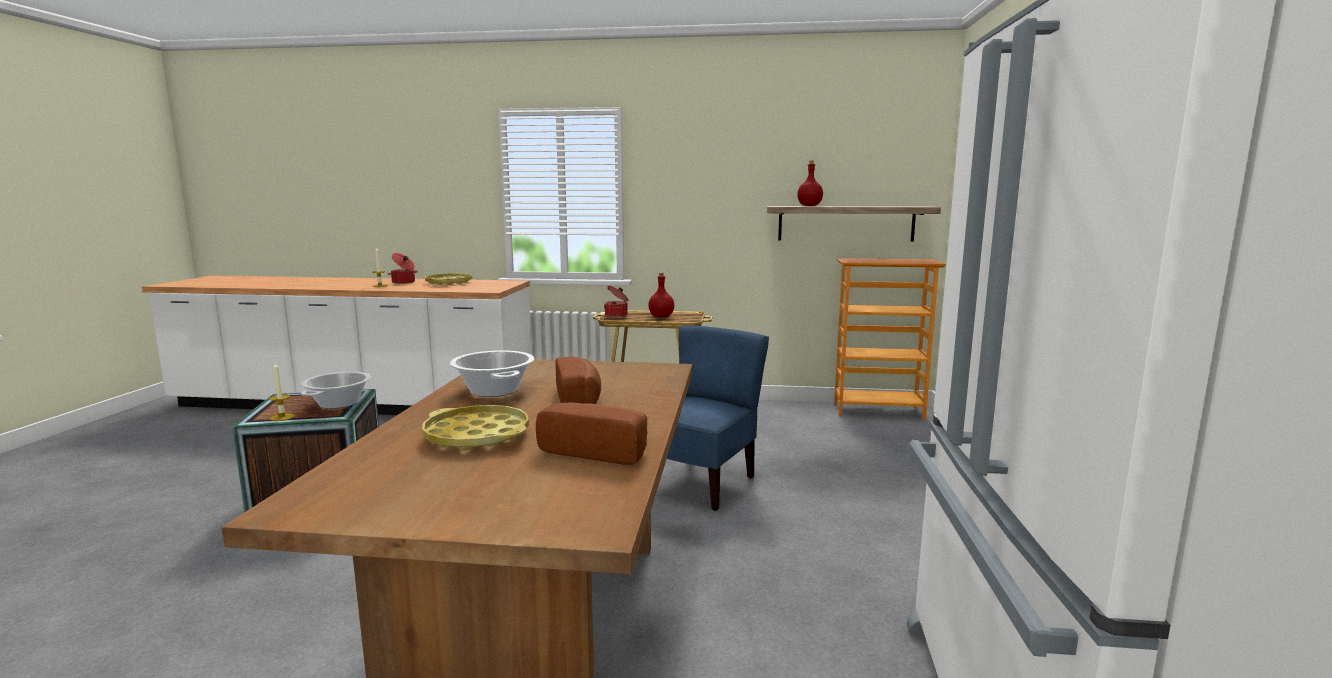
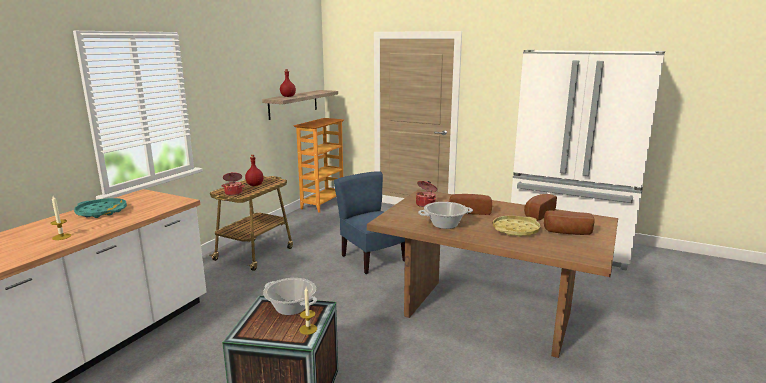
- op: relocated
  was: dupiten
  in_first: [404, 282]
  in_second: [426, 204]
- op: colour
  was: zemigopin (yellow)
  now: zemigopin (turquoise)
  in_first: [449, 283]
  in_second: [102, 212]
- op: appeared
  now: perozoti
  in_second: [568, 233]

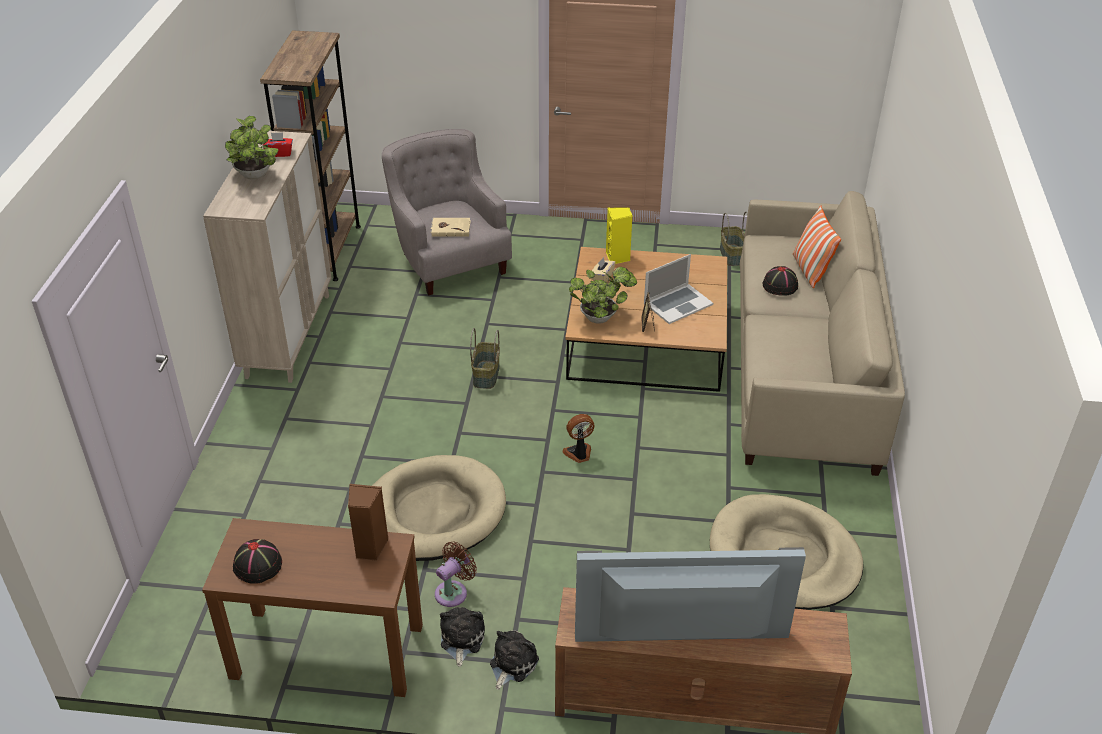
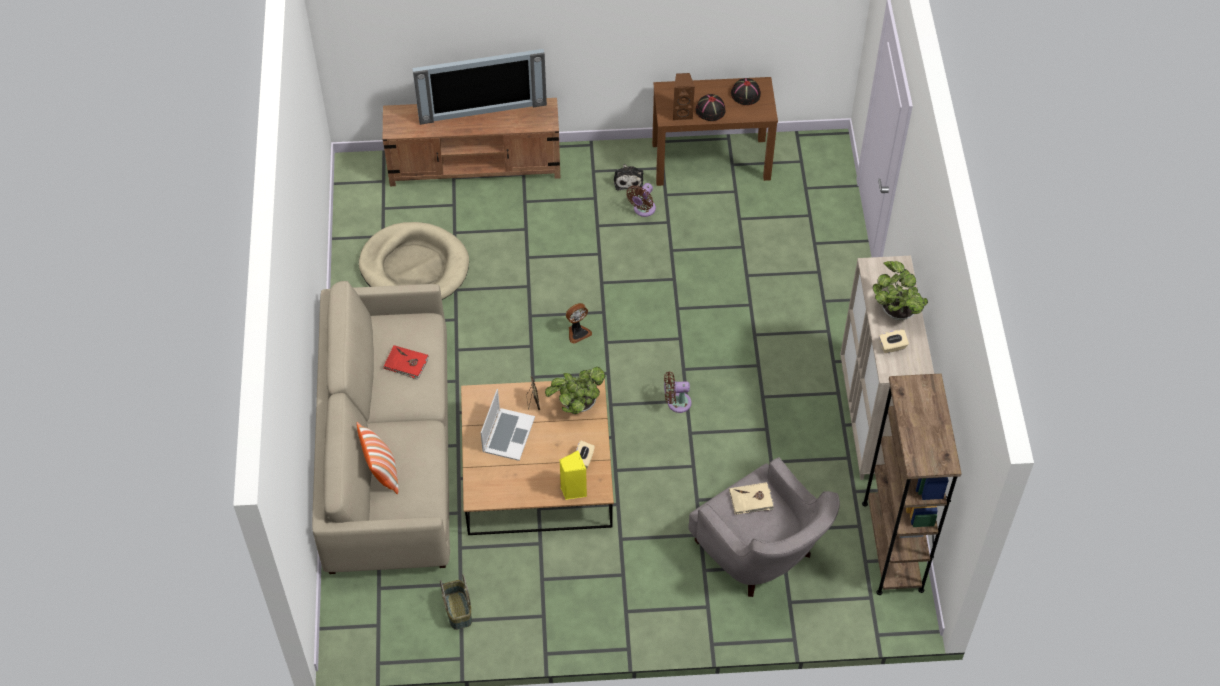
- op: colour
  was: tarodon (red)
  now: tarodon (beige)
  in_first: [279, 153]
  in_second: [892, 346]
- op: spun
  was: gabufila
  in_first: [677, 303]
  in_second: [508, 434]
  clockwise: 150
- op: relocated
  was: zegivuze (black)
  in_first: [780, 285]
  in_second: [710, 110]
- op: exchanged
  was: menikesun
  now: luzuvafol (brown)
  in_first: [485, 374]
  in_second: [676, 402]
- op: missing
  was: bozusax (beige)
  in_first: [432, 513]
- op: missing
  was: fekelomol
  in_first: [511, 664]
- op: appeared
  now: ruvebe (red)
  in_second: [406, 363]

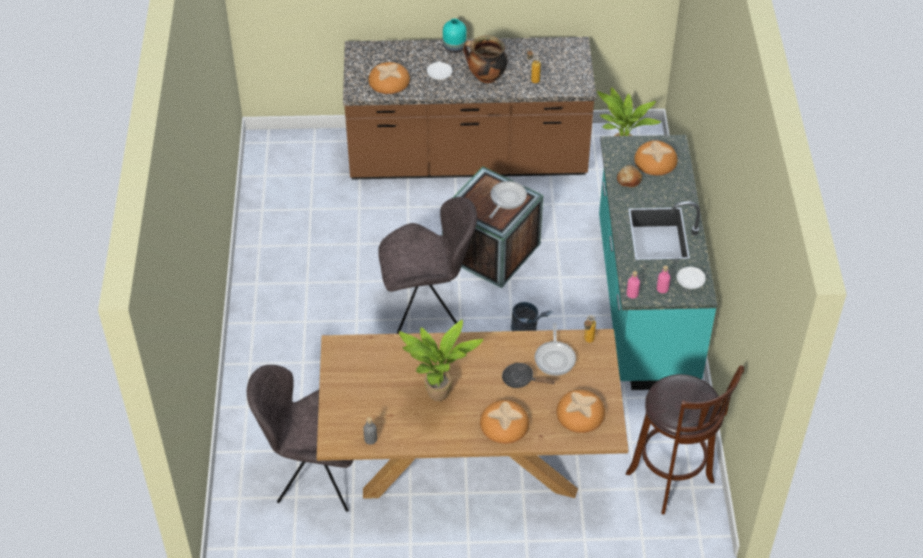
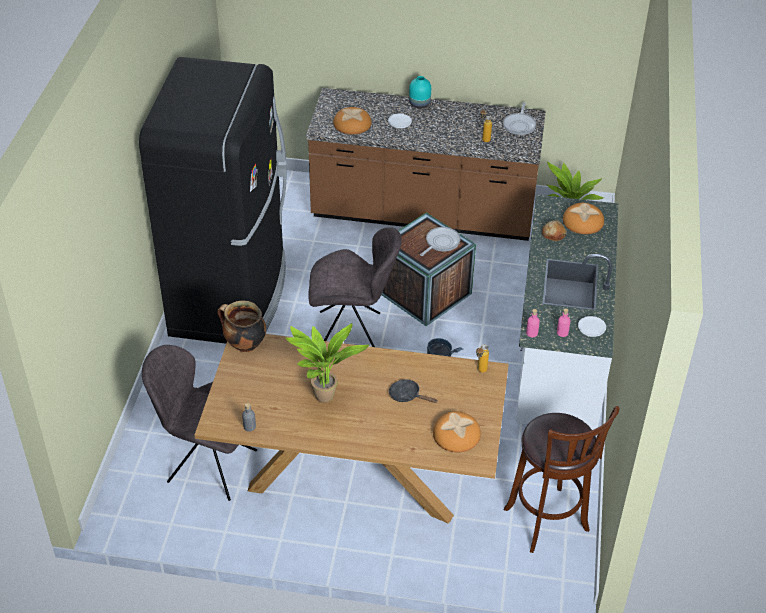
- op: relocated
  was: dupiten
  in_first: [485, 77]
  in_second: [244, 345]
- op: colour
  was: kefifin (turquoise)
  now: kefifin (white)
  in_first: [643, 302]
  in_second: [557, 358]
- op: relocated
  was: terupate
  in_first: [555, 358]
  in_second: [519, 125]
- op: missing
  was: perozoti
  in_first: [504, 424]
- op: appeared
  now: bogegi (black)
  in_second: [231, 296]

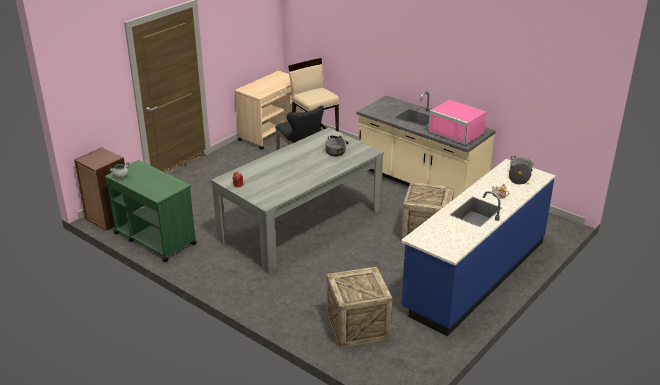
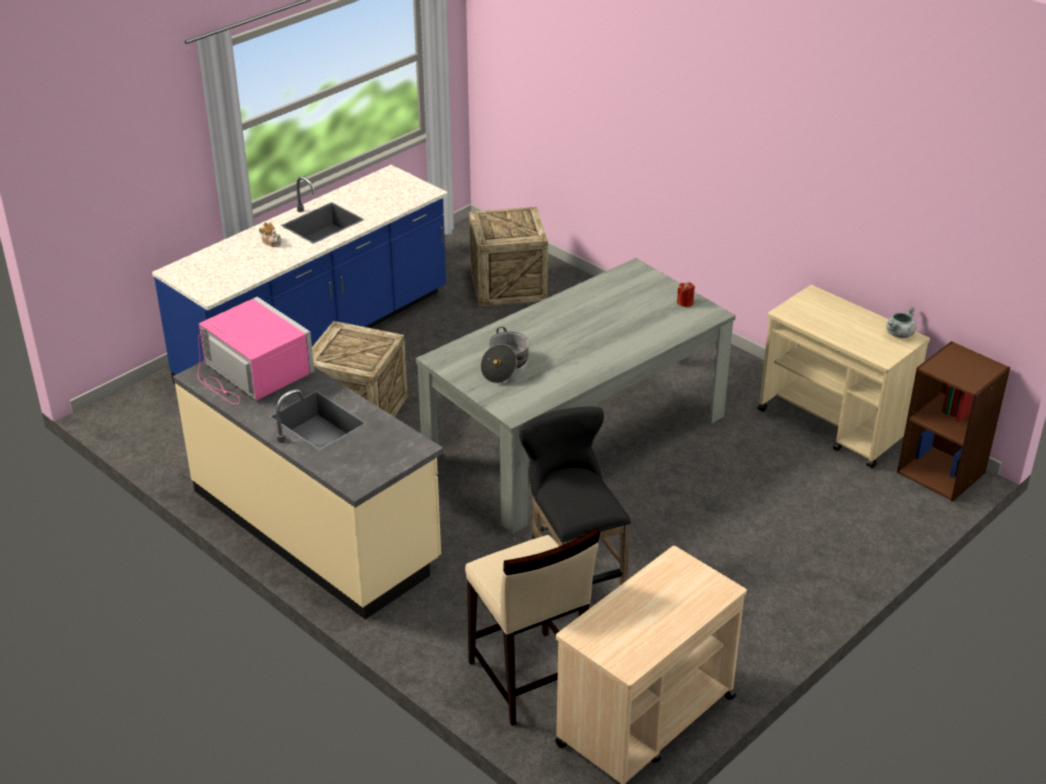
- op: missing
  was: dupiten
  in_first: [519, 176]
- op: colour
  was: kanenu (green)
  now: kanenu (beige)
  in_first: [154, 238]
  in_second: [834, 424]

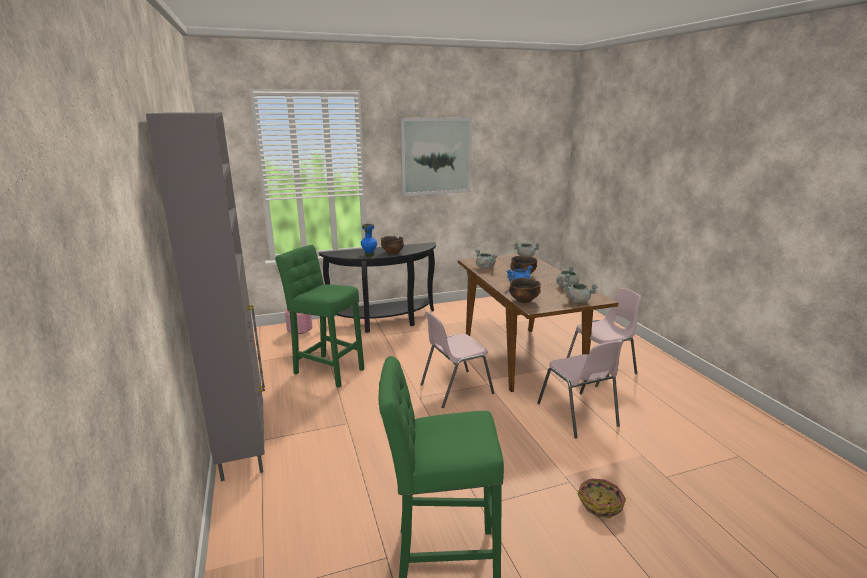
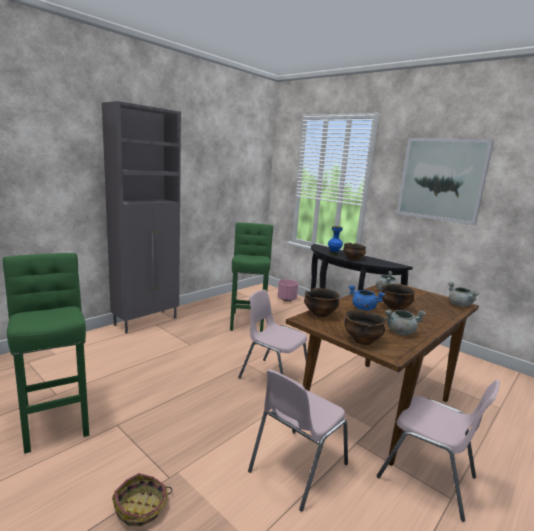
- op: exchanged
  was: dupiten (grey)
  now: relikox
  in_first: [578, 301]
  in_second: [362, 340]

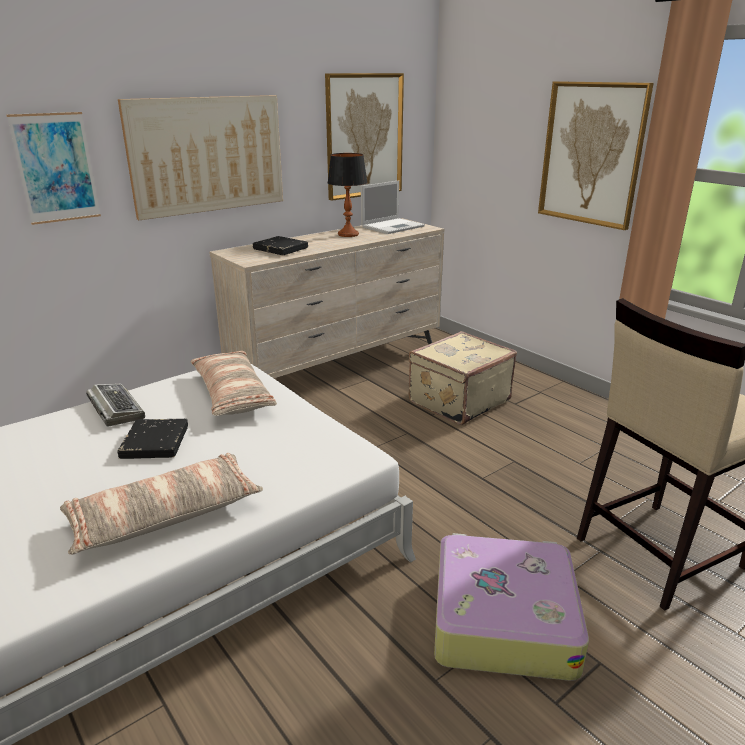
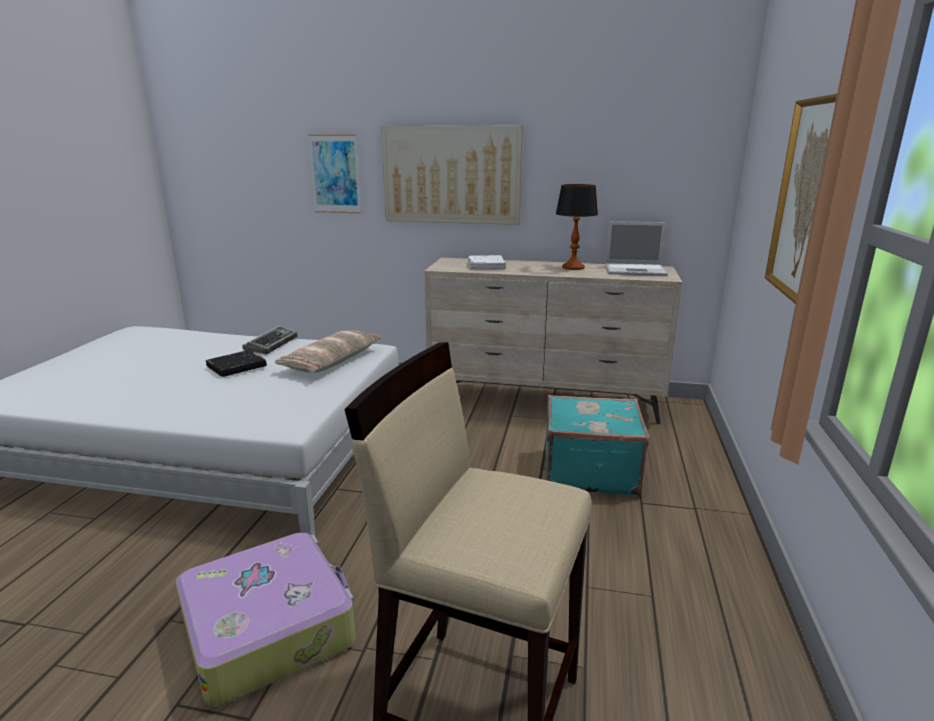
- op: missing
  was: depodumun
  in_first: [364, 136]
- op: colour
  was: ruvebe (black)
  now: ruvebe (white)
  in_first: [280, 249]
  in_second: [486, 266]
- op: colour
  was: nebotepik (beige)
  now: nebotepik (turquoise)
  in_first: [457, 401]
  in_second: [589, 471]
- op: missing
  was: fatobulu
  in_first: [165, 515]

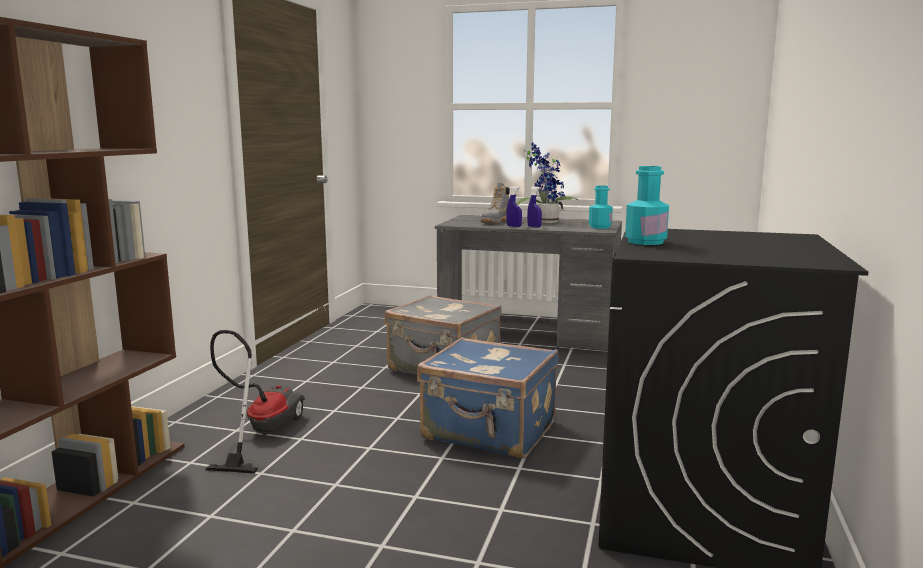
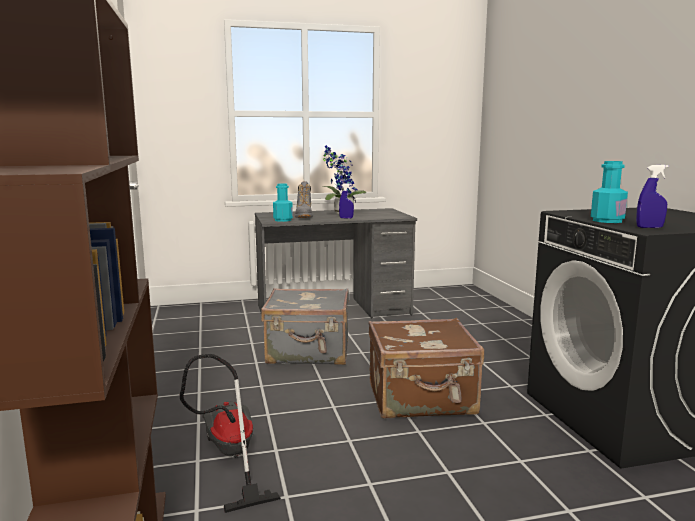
- op: relocated
  was: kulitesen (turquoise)
  in_first: [600, 227]
  in_second: [283, 220]
- op: relocated
  was: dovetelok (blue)
  in_first: [513, 226]
  in_second: [649, 227]
- op: colour
  was: nebotepik (blue)
  now: nebotepik (brown)
  in_first: [489, 432]
  in_second: [422, 399]

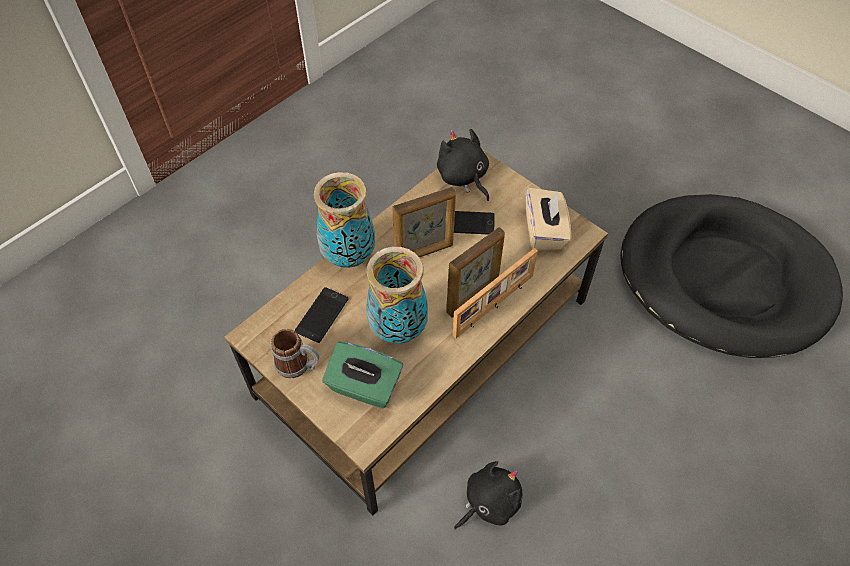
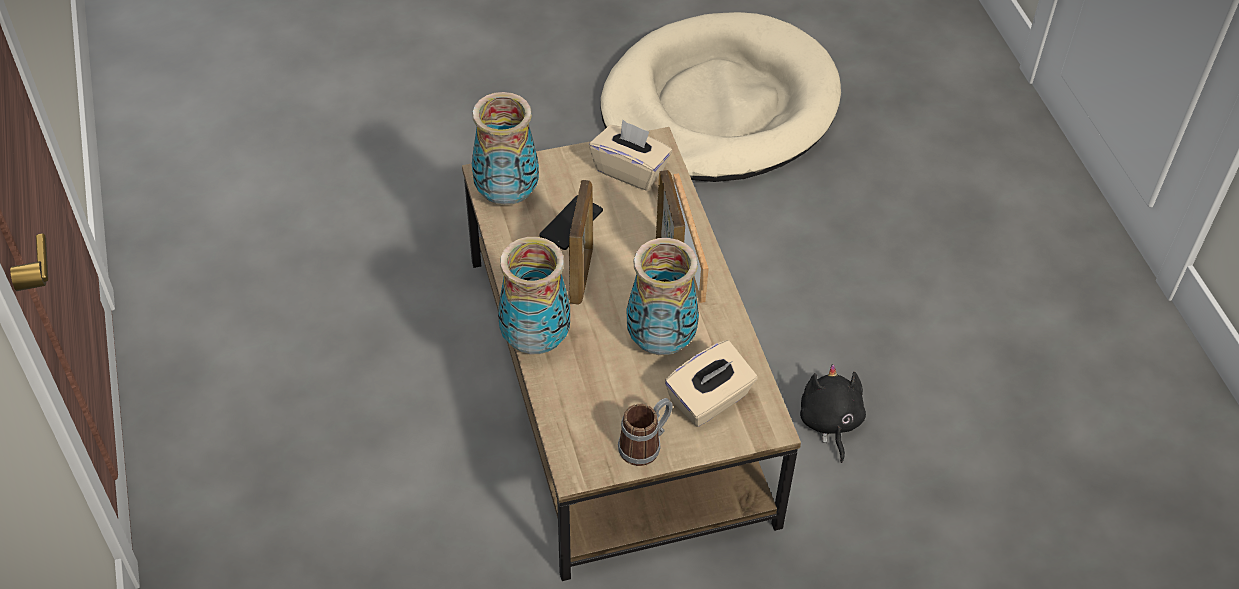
- op: exchanged
  was: fekelomol (black)
  now: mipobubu
  in_first: [463, 177]
  in_second: [507, 195]
- op: colour
  was: bozusax (black)
  now: bozusax (beige)
  in_first: [723, 278]
  in_second: [718, 106]
- op: missing
  was: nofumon
  in_first: [322, 315]
- op: colour
  was: tarodon (green)
  now: tarodon (beige)
  in_first: [364, 387]
  in_second: [709, 400]

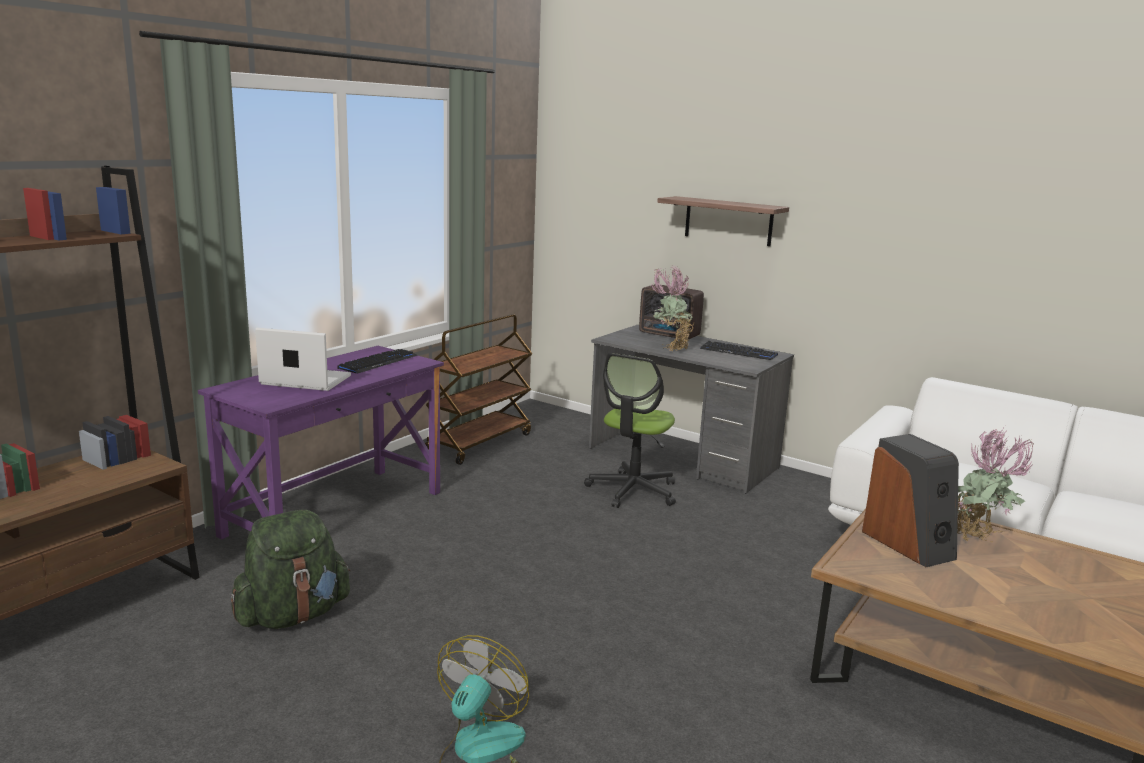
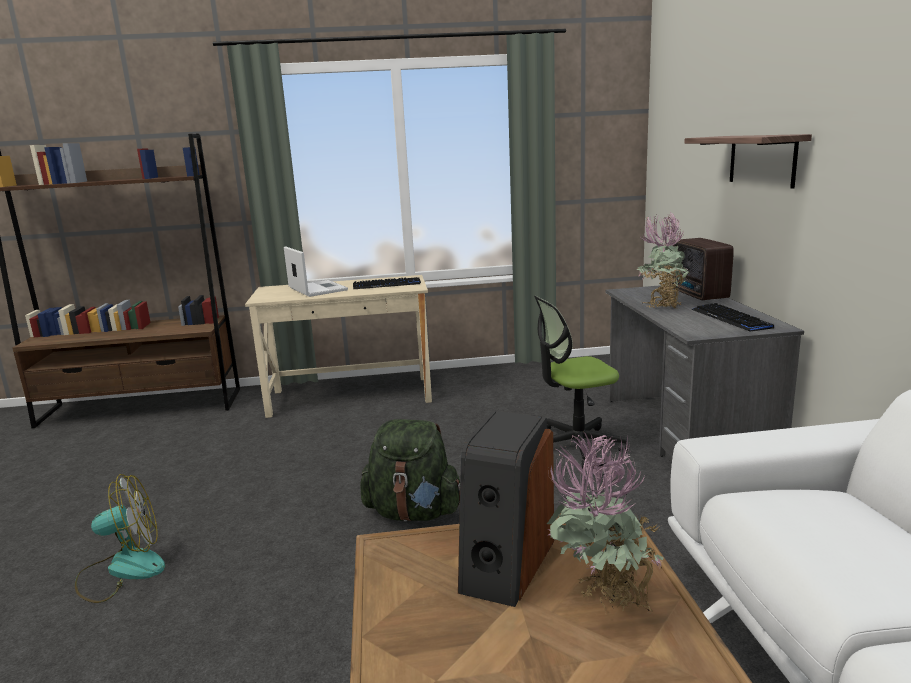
- op: missing
  was: kanenu (brown)
  in_first: [479, 443]
- op: colour
  was: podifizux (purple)
  now: podifizux (beige)
  in_first: [335, 513]
  in_second: [351, 396]
- op: relocated
  was: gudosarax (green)
  in_first: [293, 615]
  in_second: [414, 512]

